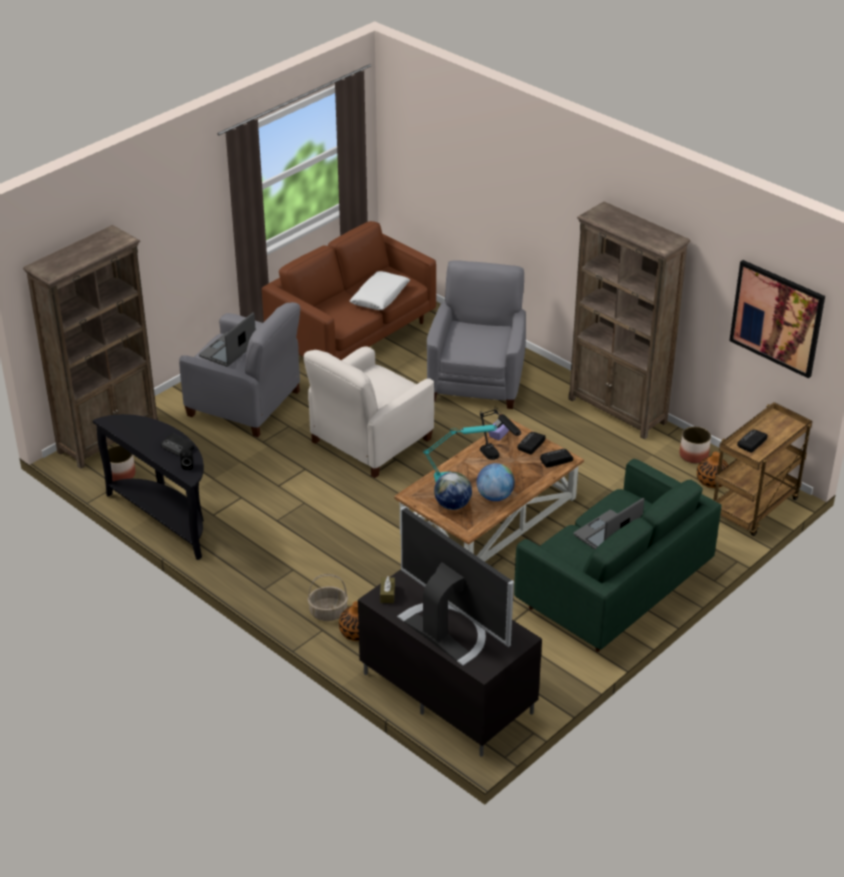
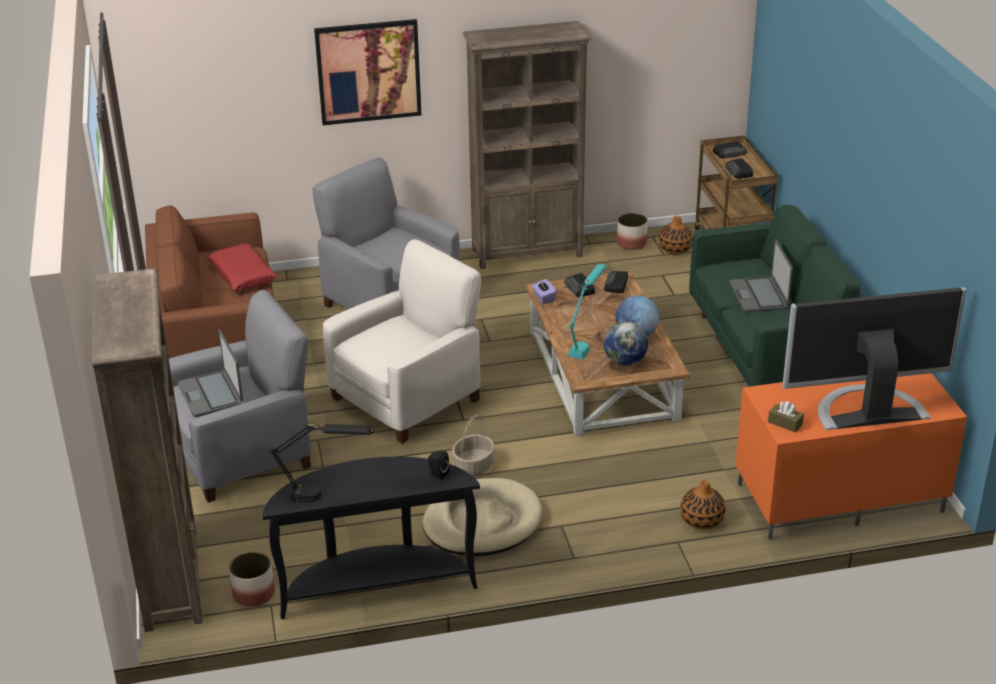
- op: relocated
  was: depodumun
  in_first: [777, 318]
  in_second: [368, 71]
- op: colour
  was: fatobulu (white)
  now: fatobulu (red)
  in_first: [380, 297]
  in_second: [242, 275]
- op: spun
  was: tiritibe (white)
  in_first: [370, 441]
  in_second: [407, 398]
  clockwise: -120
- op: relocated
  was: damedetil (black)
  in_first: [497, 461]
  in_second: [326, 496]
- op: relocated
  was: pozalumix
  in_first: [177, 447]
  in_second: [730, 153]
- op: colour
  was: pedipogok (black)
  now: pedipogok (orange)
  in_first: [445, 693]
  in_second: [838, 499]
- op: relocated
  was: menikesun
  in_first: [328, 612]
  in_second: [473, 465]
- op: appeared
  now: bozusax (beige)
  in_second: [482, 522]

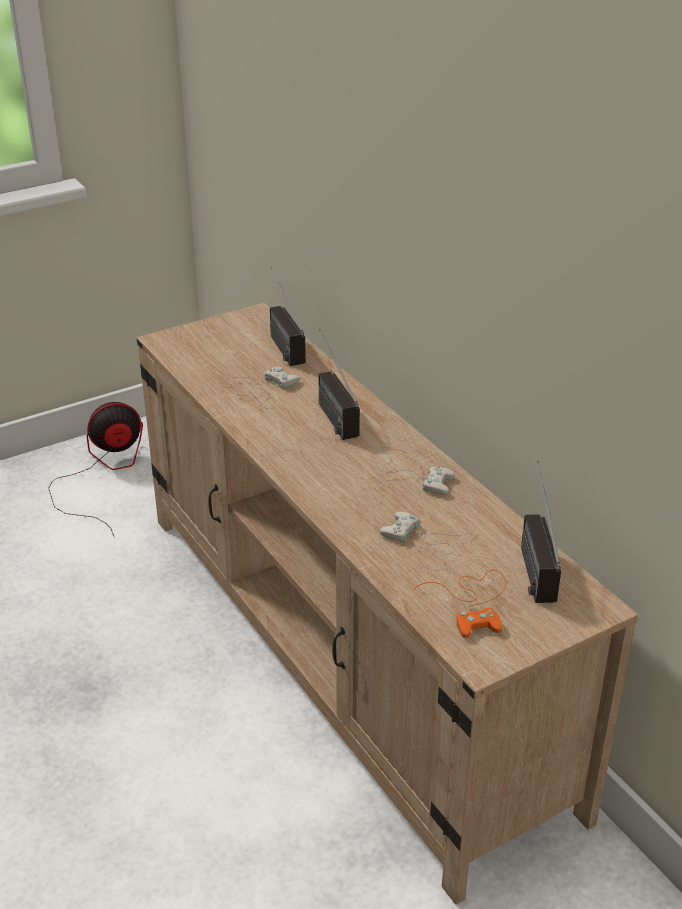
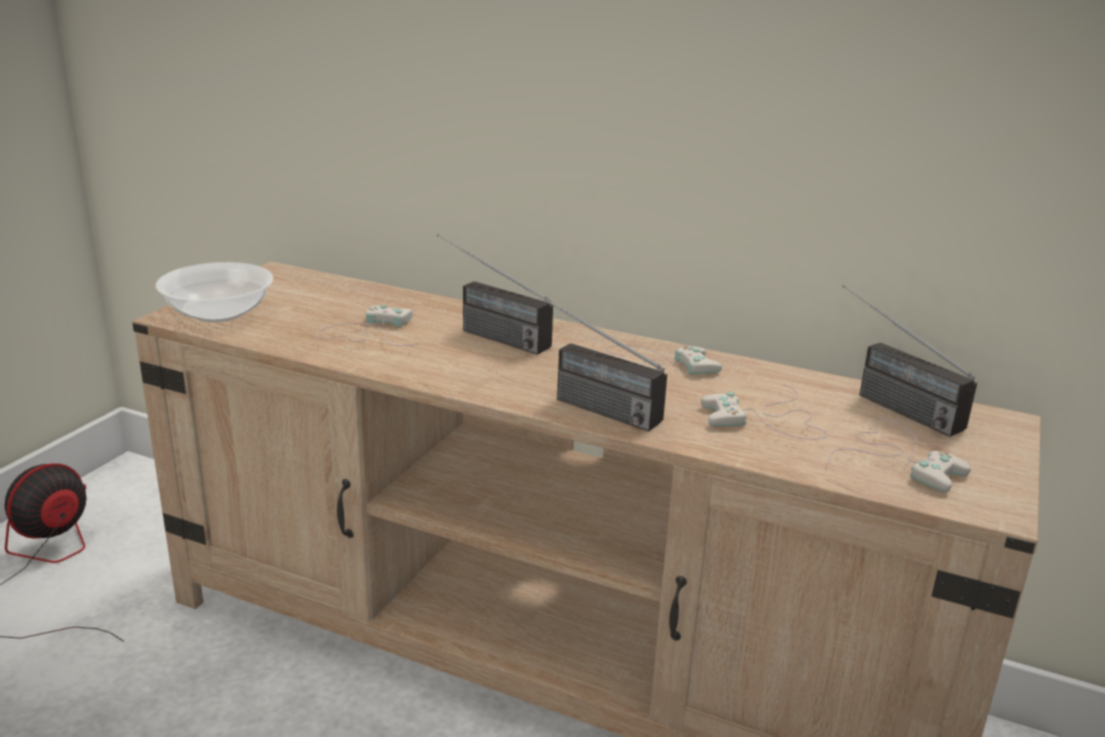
- op: relocated
  was: pozalumix
  in_first: [280, 342]
  in_second: [582, 403]
- op: colour
  was: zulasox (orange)
  now: zulasox (white)
  in_first: [473, 602]
  in_second: [897, 456]
- op: appeared
  now: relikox
  in_second: [219, 313]

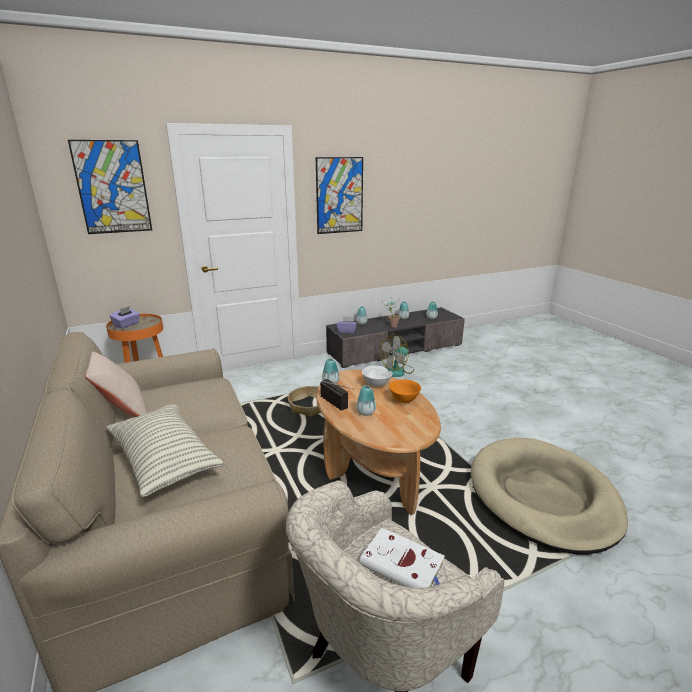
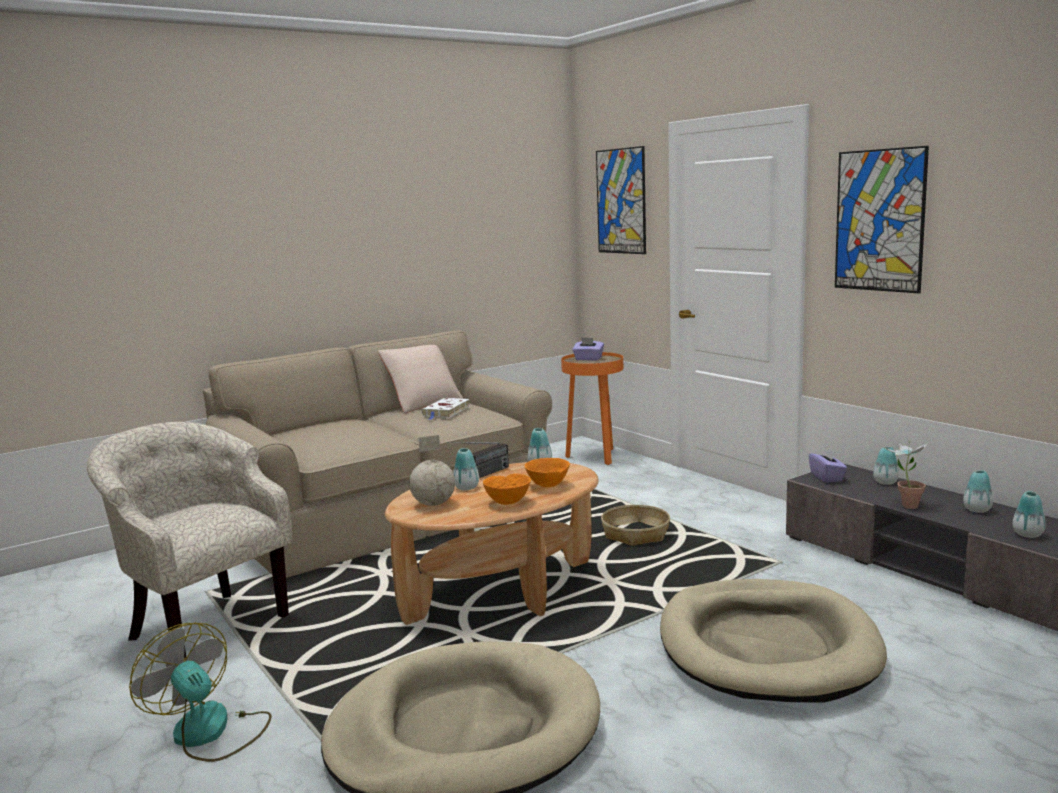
- op: relocated
  was: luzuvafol
  in_first: [396, 371]
  in_second: [210, 733]
- op: colour
  was: relikox (white)
  now: relikox (orange)
  in_first: [376, 385]
  in_second: [548, 485]
- op: missing
  was: fatobulu
  in_first: [164, 460]
- op: relocated
  was: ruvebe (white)
  in_first: [404, 566]
  in_second: [446, 412]
- op: appeared
  now: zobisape
  in_second: [433, 504]
- op: appeared
  now: bozusax (beige)
  in_second: [767, 647]

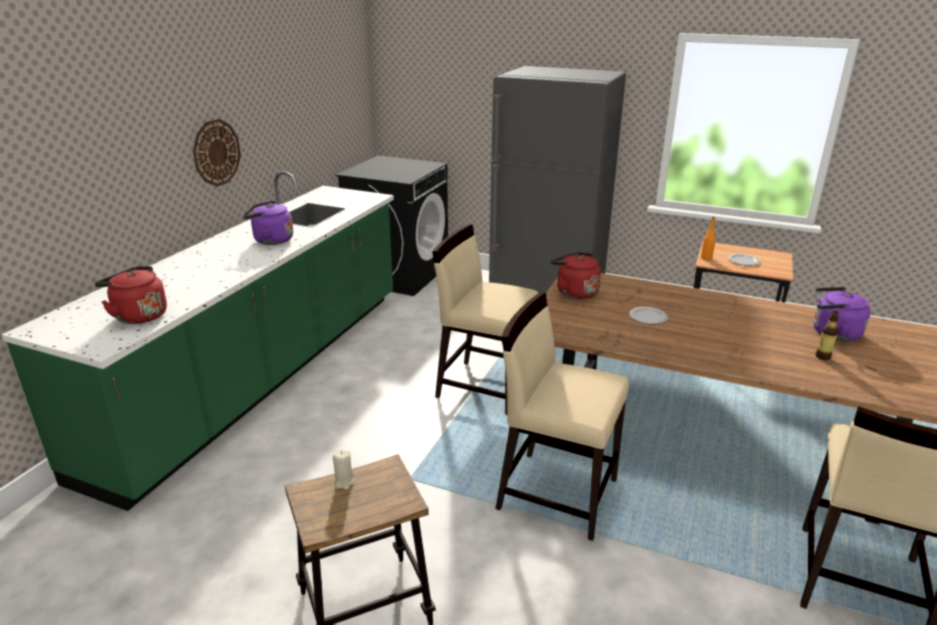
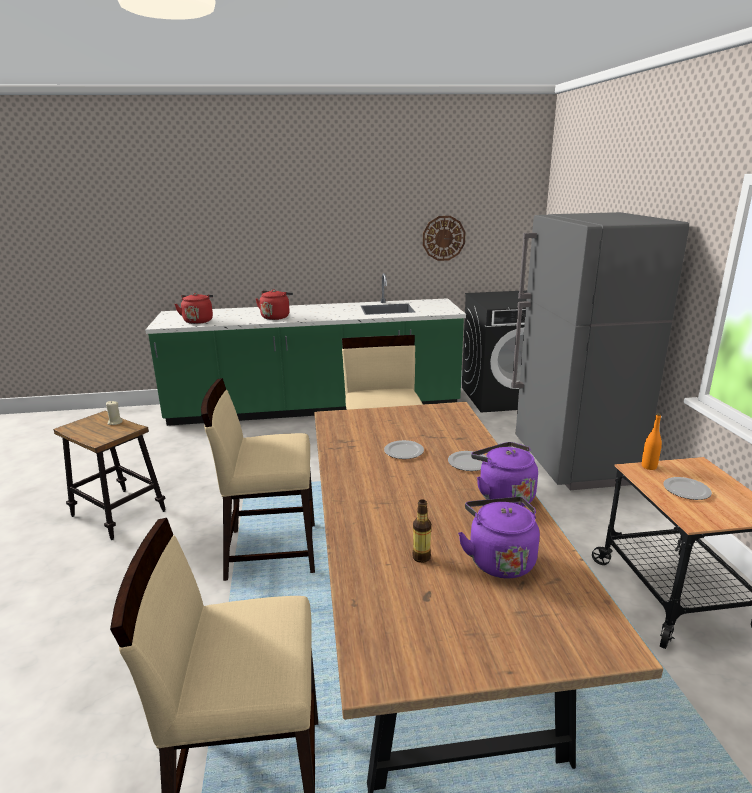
- op: relocated
  was: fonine
  in_first: [216, 152]
  in_second: [443, 238]
- op: relocated
  was: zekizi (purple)
  in_first: [271, 240]
  in_second: [503, 496]
- op: relocated
  was: zekizi (red)
  in_first: [574, 292]
  in_second: [276, 317]
- op: spun
  was: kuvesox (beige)
  in_first: [556, 493]
  in_second: [270, 550]
  clockwise: -90
- op: appeared
  now: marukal
  in_second: [469, 463]

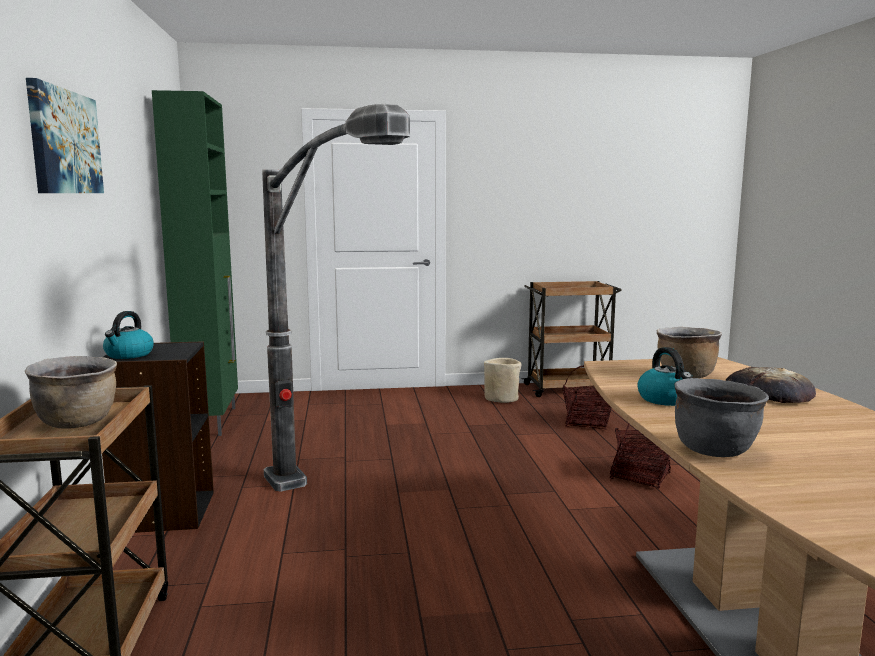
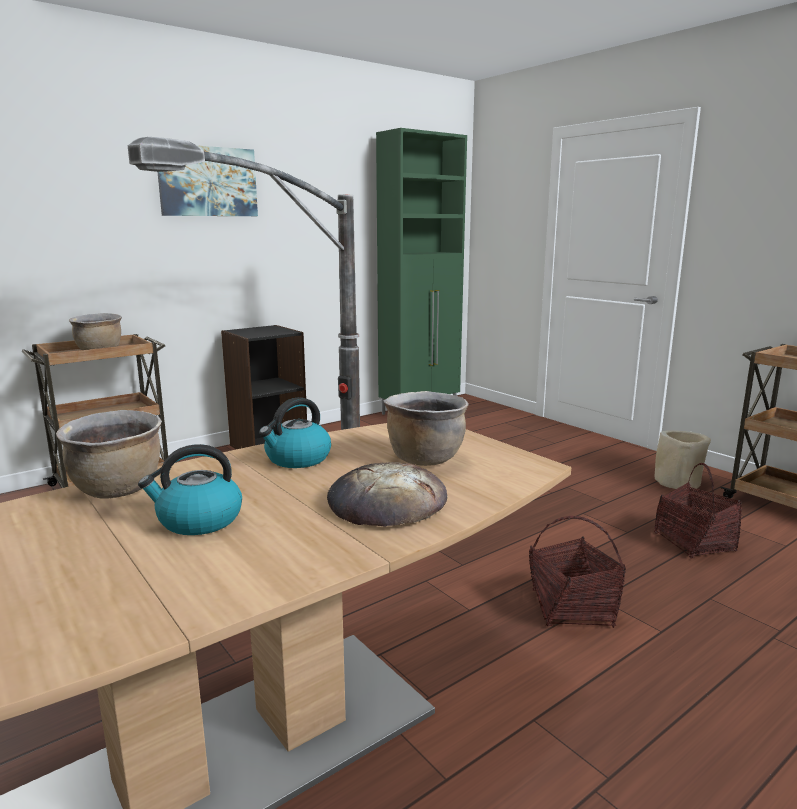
- op: relocated
  was: zekizi
  in_first: [129, 355]
  in_second: [198, 520]
- op: colour
  was: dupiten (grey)
  now: dupiten (brown)
  in_first: [715, 450]
  in_second: [119, 490]

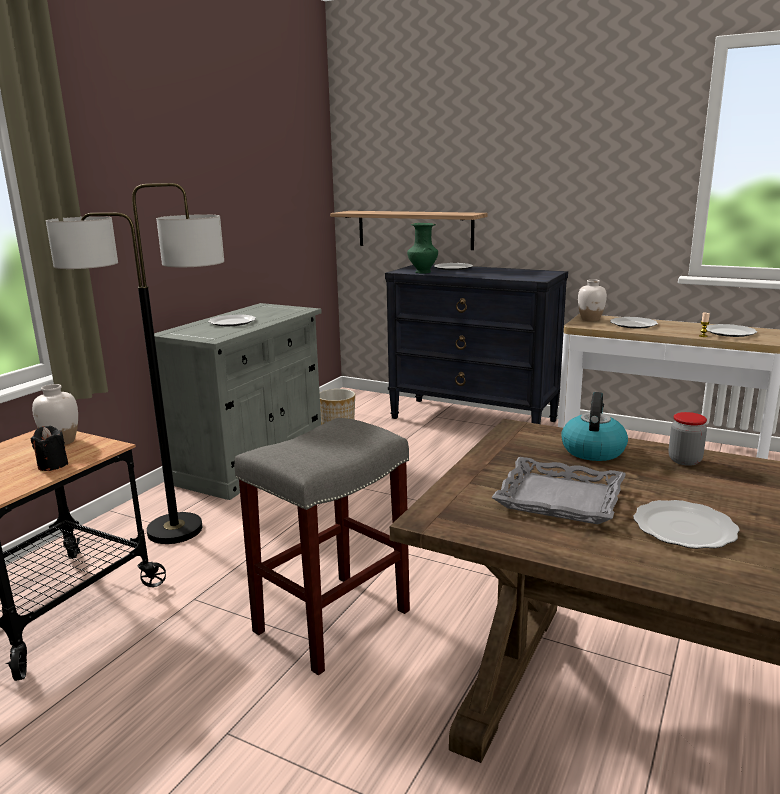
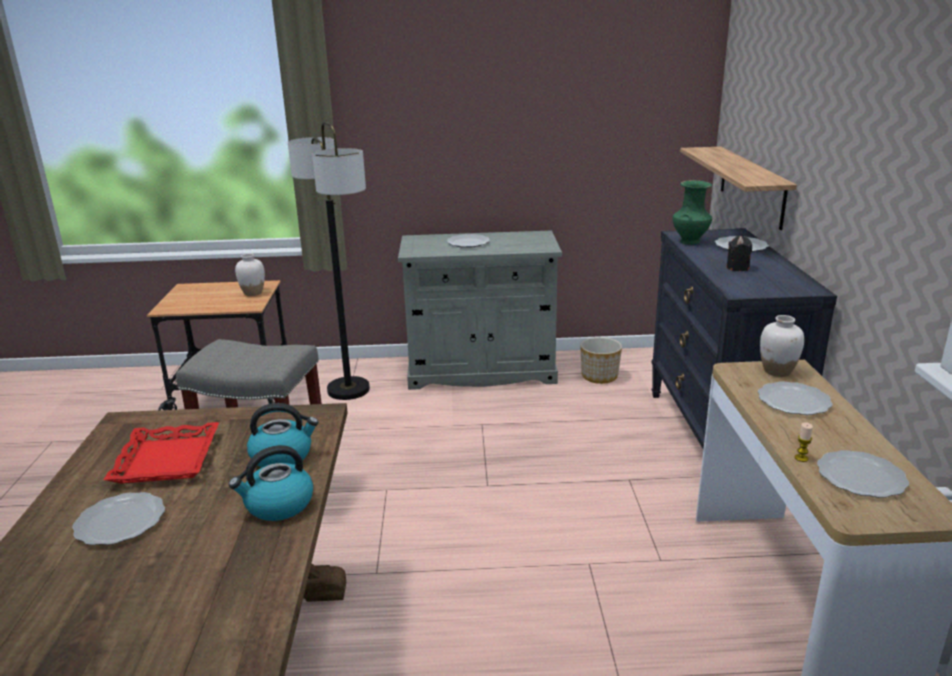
- op: exchanged
  was: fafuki
  now: zekizi
  in_first: [684, 460]
  in_second: [278, 505]
- op: relocated
  was: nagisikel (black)
  in_first: [52, 465]
  in_second: [737, 268]
- op: colour
  was: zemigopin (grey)
  now: zemigopin (red)
  in_first: [559, 499]
  in_second: [166, 460]

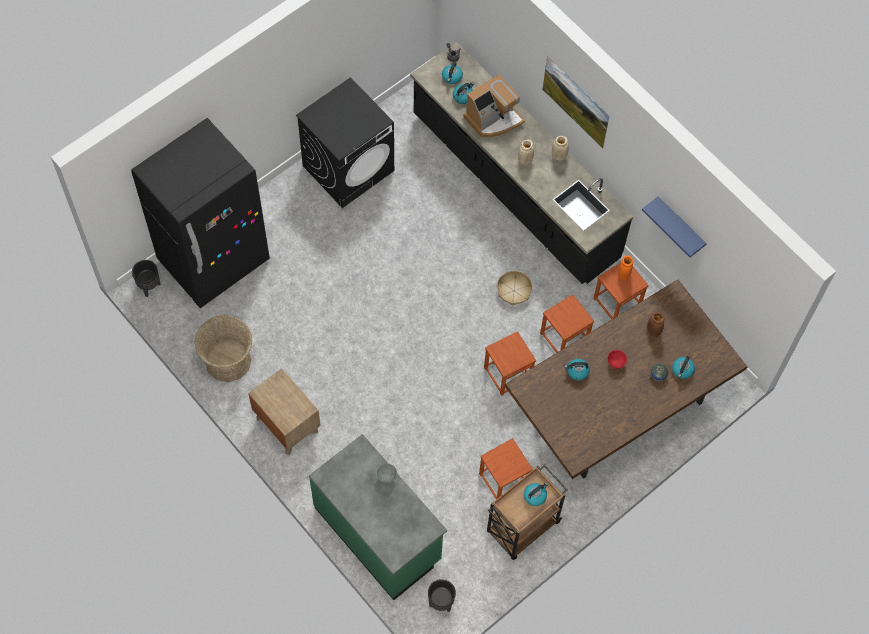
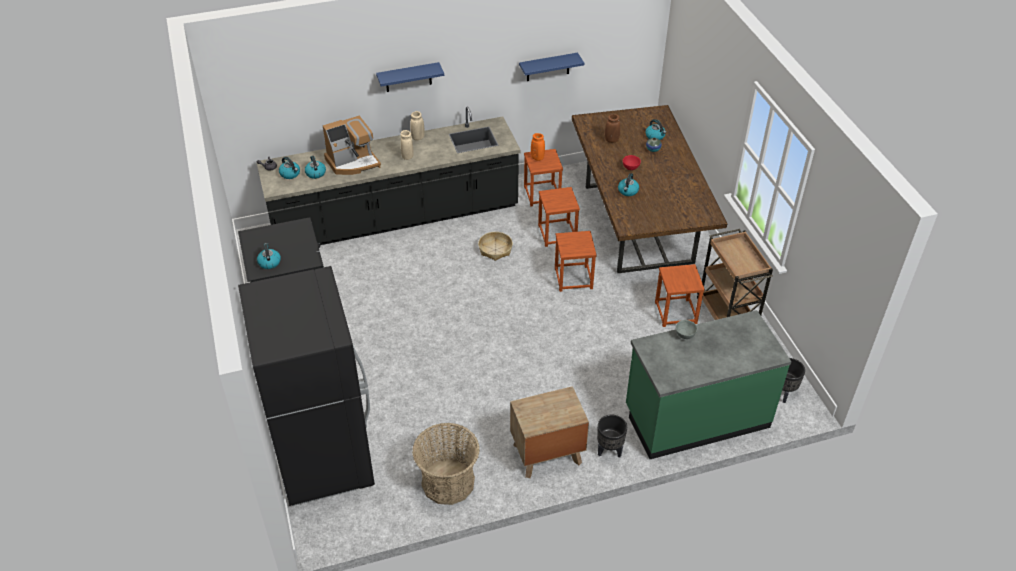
- op: exchanged
  was: depodumun
  now: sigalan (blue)
  in_first: [573, 110]
  in_second: [408, 77]
- op: spun
  was: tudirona
  in_first: [493, 119]
  in_second: [353, 162]
  clockwise: 75
- op: relocated
  was: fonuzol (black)
  in_first: [149, 287]
  in_second: [609, 451]
- op: relocated
  was: zekizi
  in_first: [535, 495]
  in_second: [269, 262]

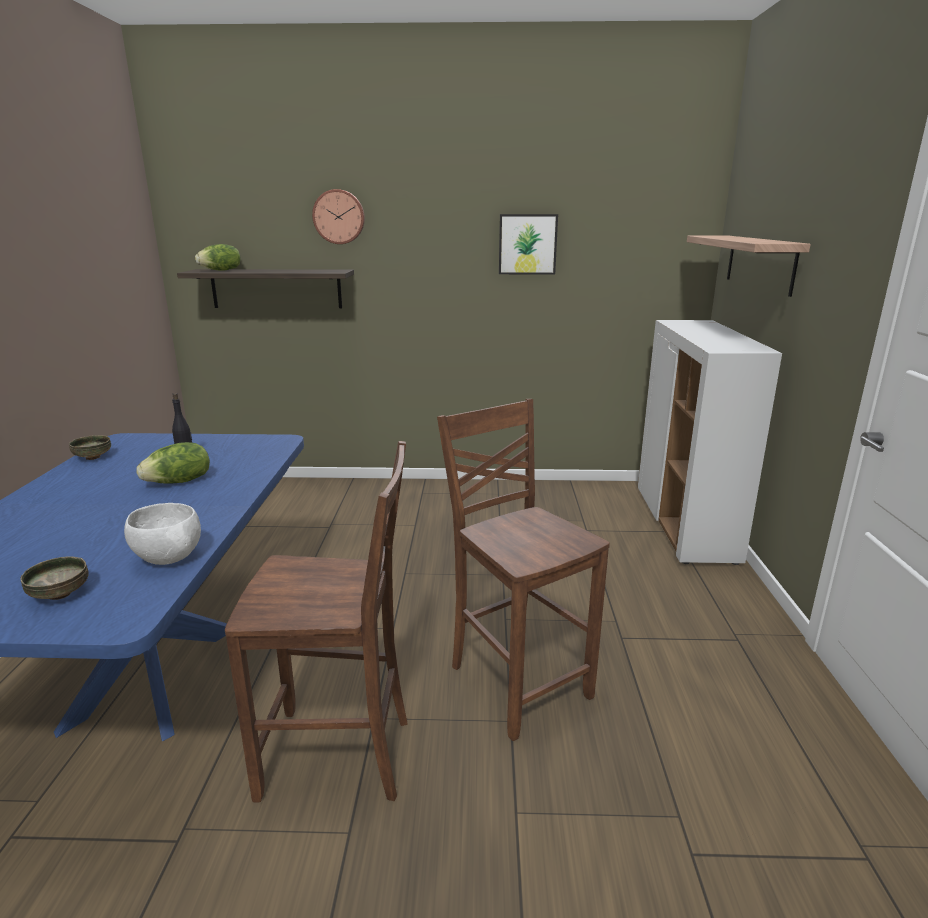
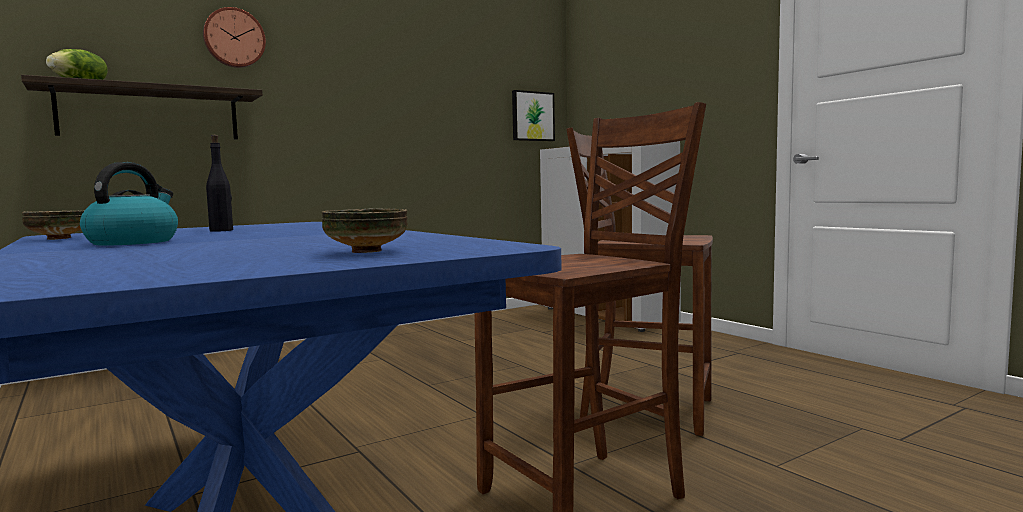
- op: relocated
  was: depodumun
  in_first: [527, 244]
  in_second: [532, 116]
- op: missing
  was: sigalan
  in_first: [760, 263]
- op: missing
  was: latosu
  in_first: [179, 482]
- op: missing
  was: relikox (white)
  in_first: [168, 558]
- op: appeared
  now: zekizi
  in_second: [133, 242]

